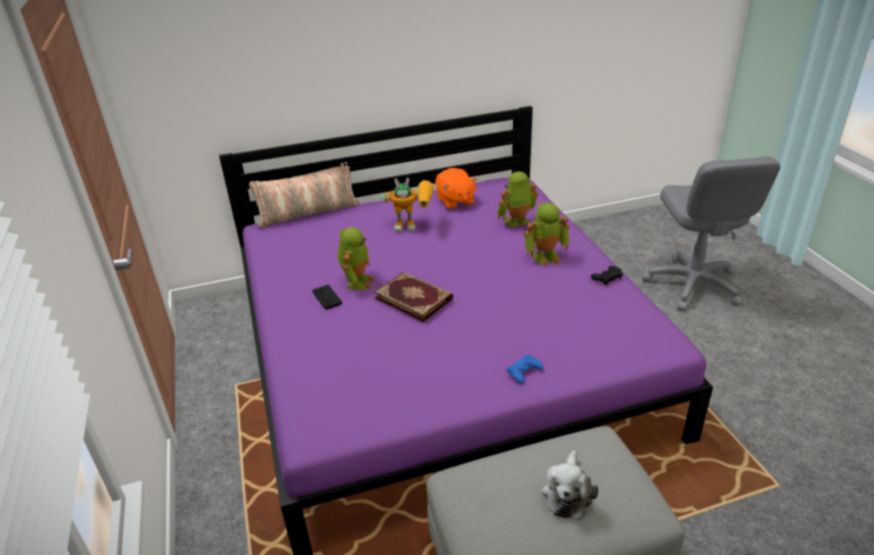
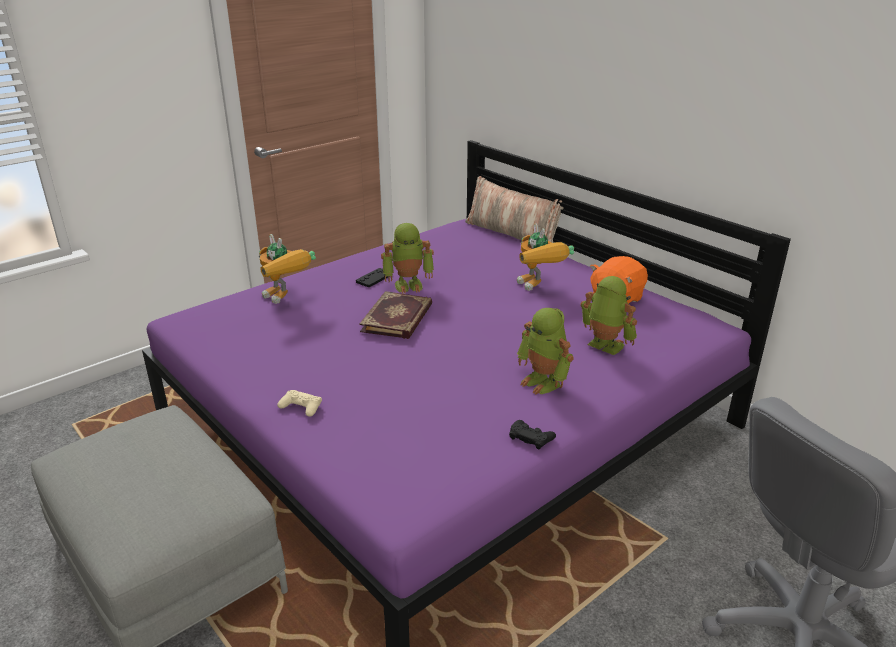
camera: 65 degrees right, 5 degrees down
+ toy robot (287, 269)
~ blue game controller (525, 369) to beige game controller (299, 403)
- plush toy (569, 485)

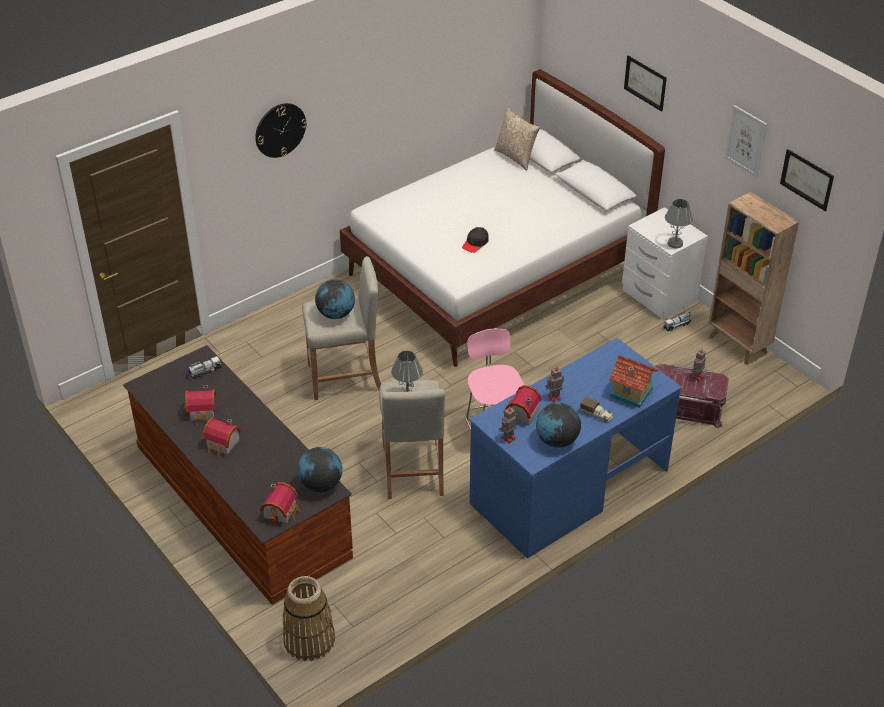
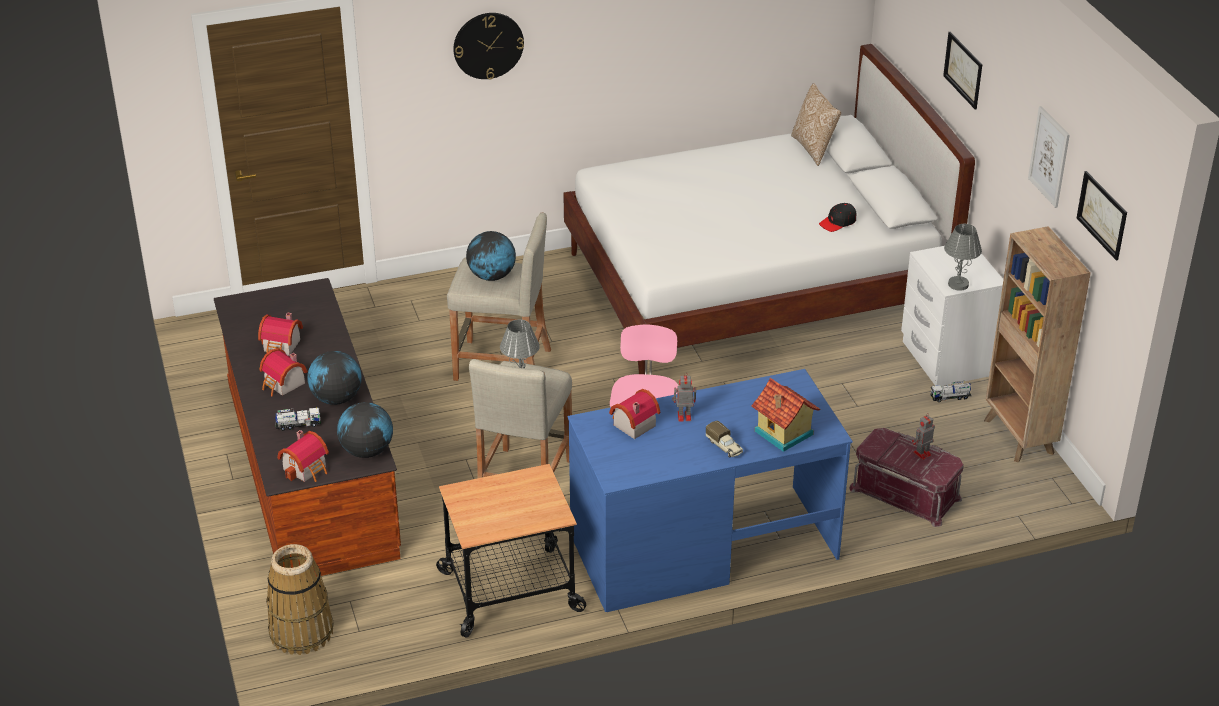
camera: 20 degrees right, 5 degrees down
~ toy truck (205, 368) to (298, 419)
~ globe (558, 425) to (334, 378)
+ cart (511, 551)
~ black cap (475, 240) to (837, 217)
- toy robot (508, 425)

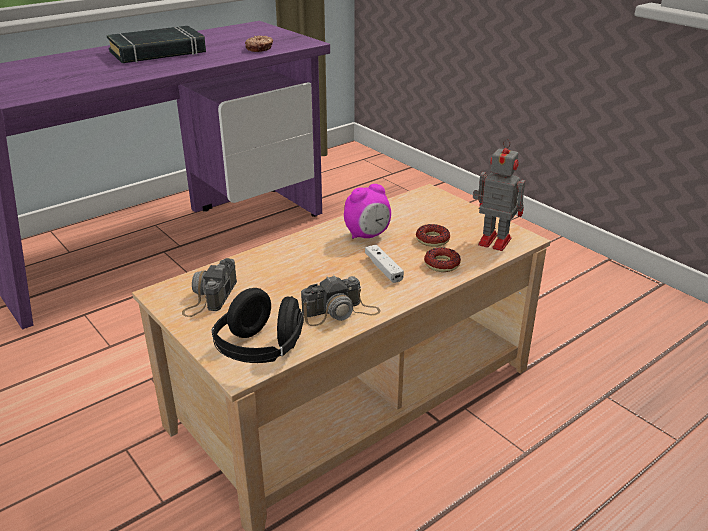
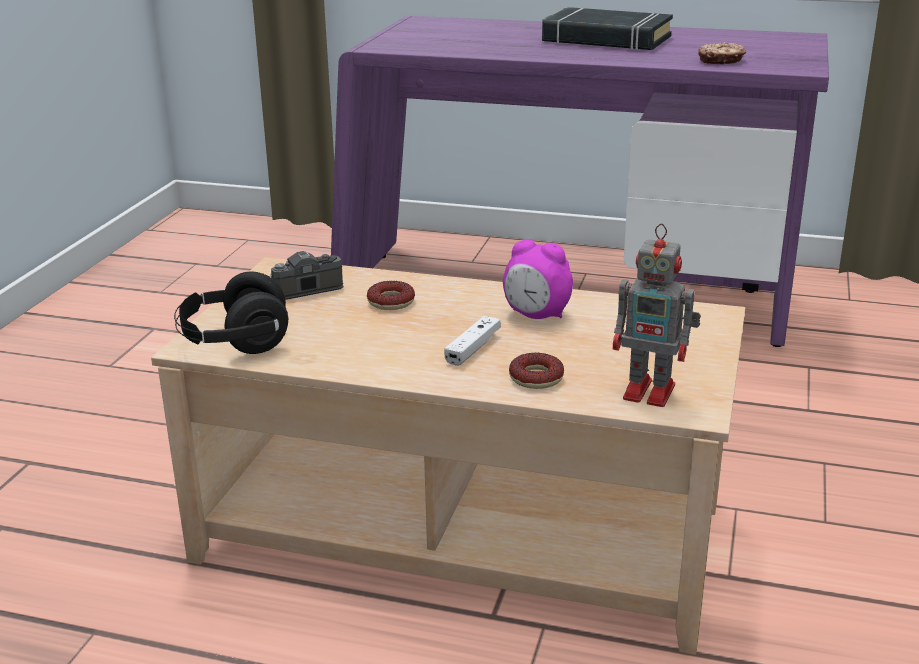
camera: 55 degrees right, 5 degrees down
~ donut (433, 235) to (391, 295)
~ toy robot (499, 195) = (657, 315) 120 degrees clockwise
- photo camera (341, 300)

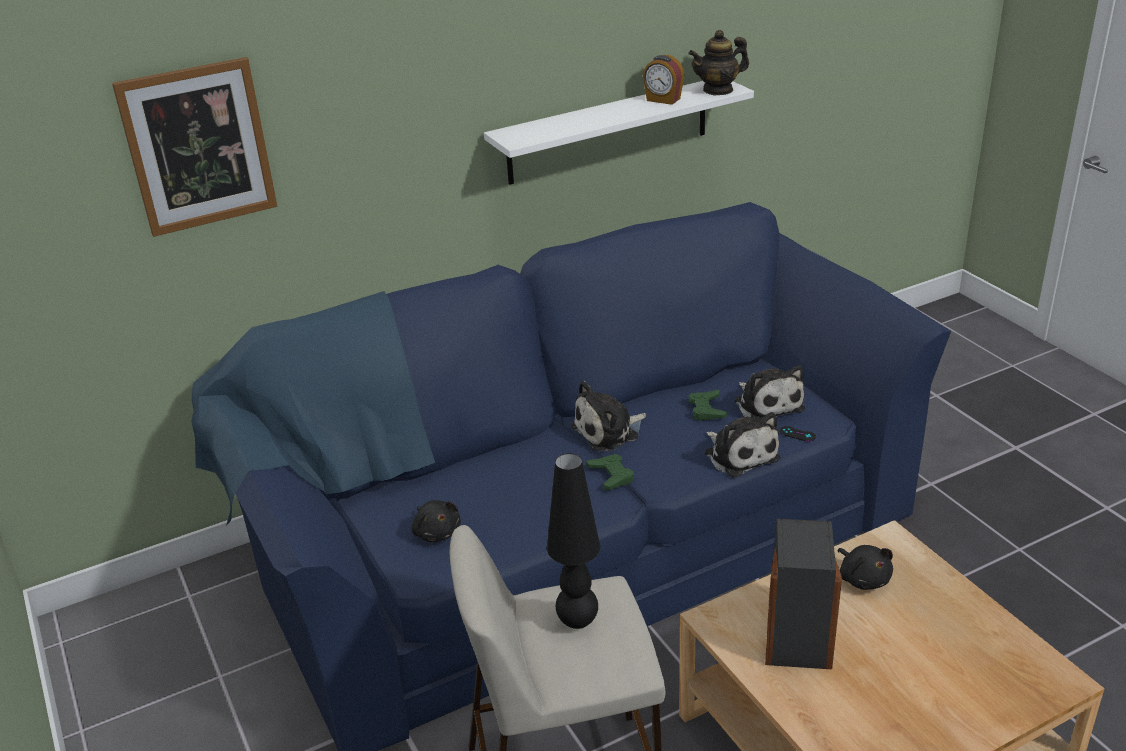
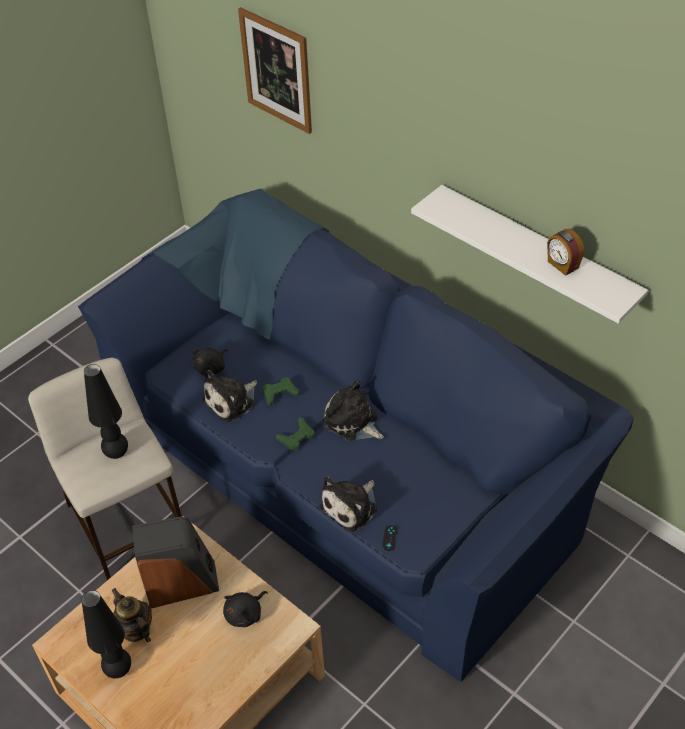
camera: 70 degrees right, 15 degrees up
+ black table lamp (106, 634)
~ teapot (719, 62) to (131, 615)
~ plush toy (770, 392) to (229, 396)
~ green game controller (707, 405) to (281, 391)
~ alarm clock (663, 80) = (565, 252) 45 degrees counterclockwise

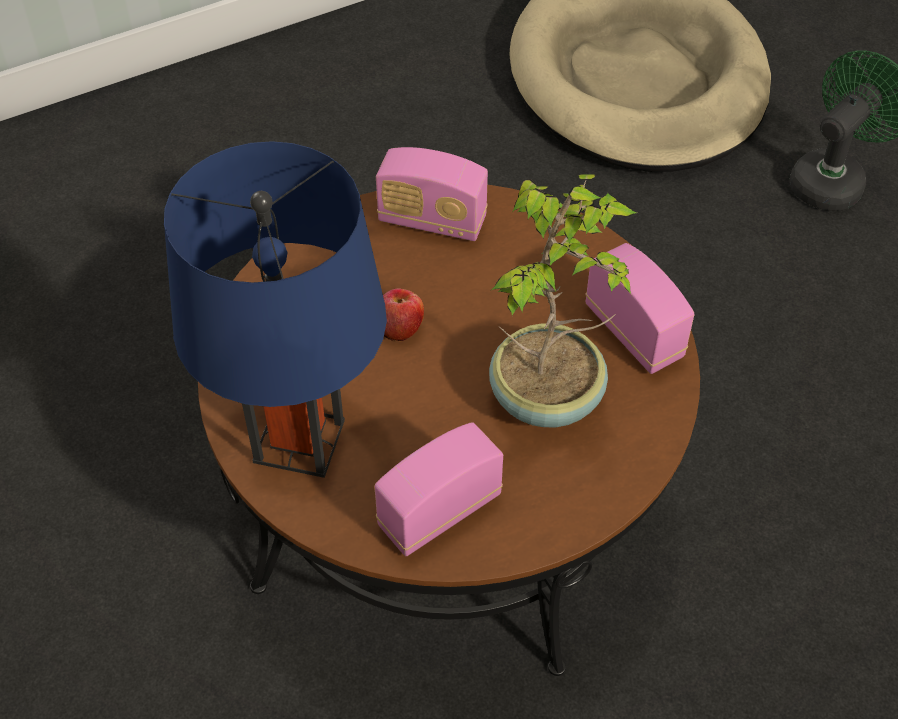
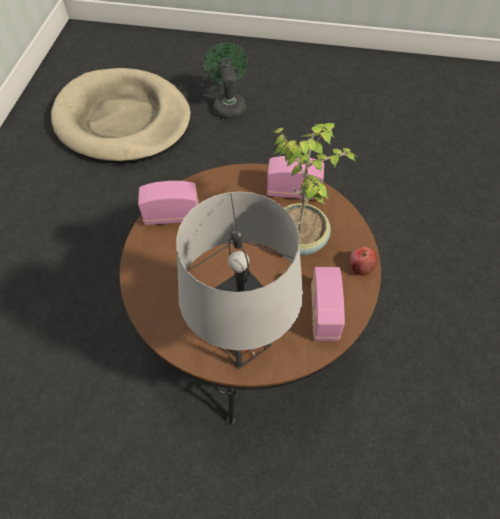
camera: 50 degrees left, 5 degrees up
~ radio (432, 194) = (168, 203) 150 degrees counterclockwise
~ blue table lamp (275, 309) to grey table lamp (239, 280)
~ apple (403, 314) to (363, 261)

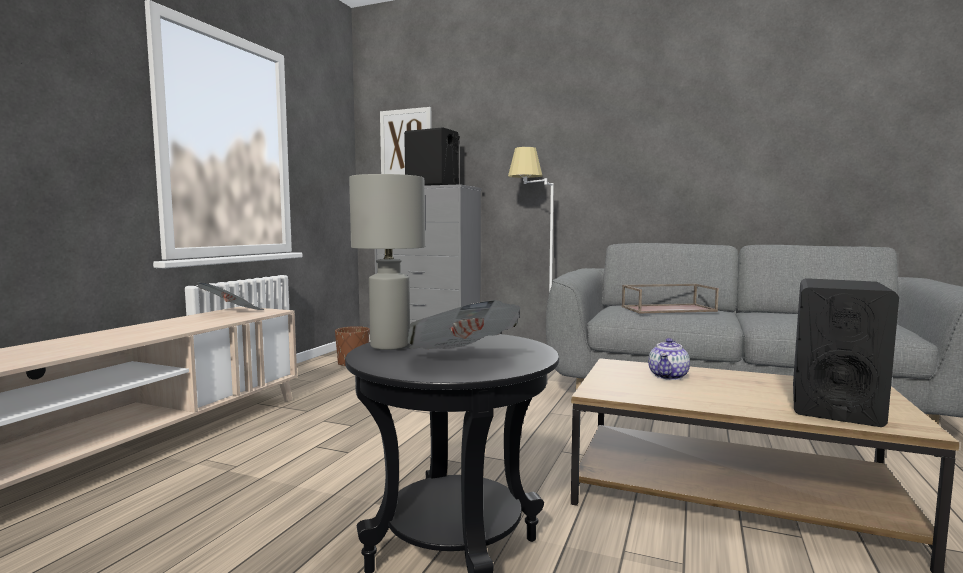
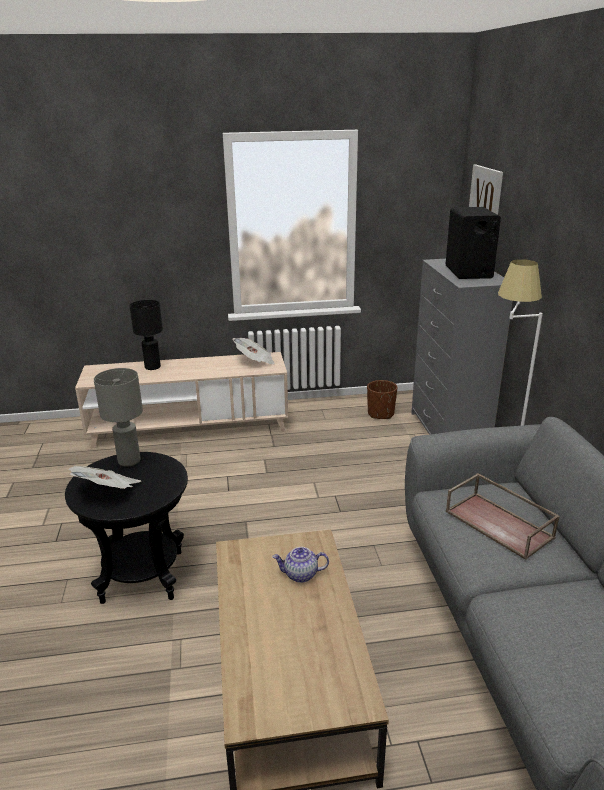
camera: 60 degrees right, 20 degrees up
+ black table lamp (146, 335)
- black speaker (846, 352)

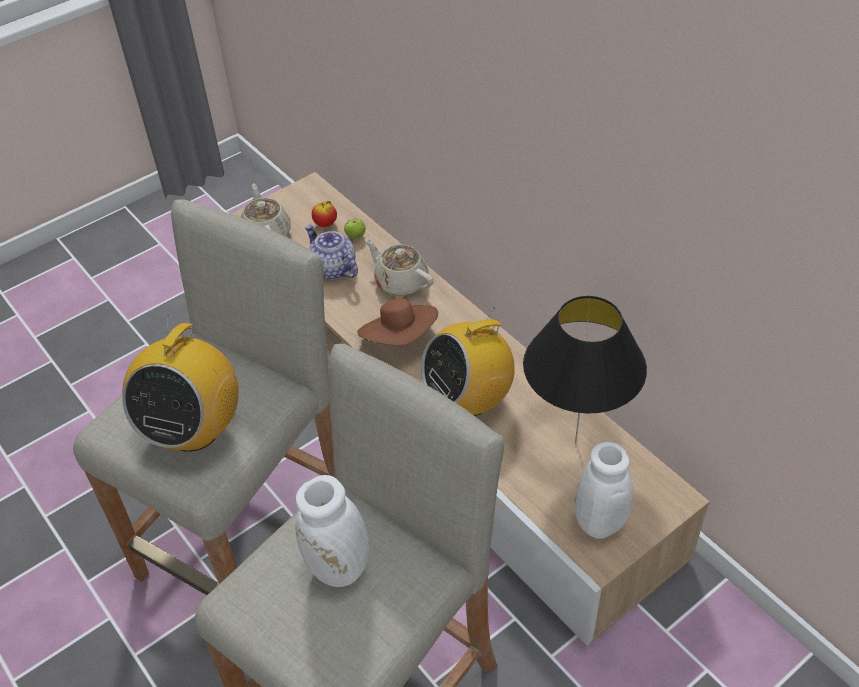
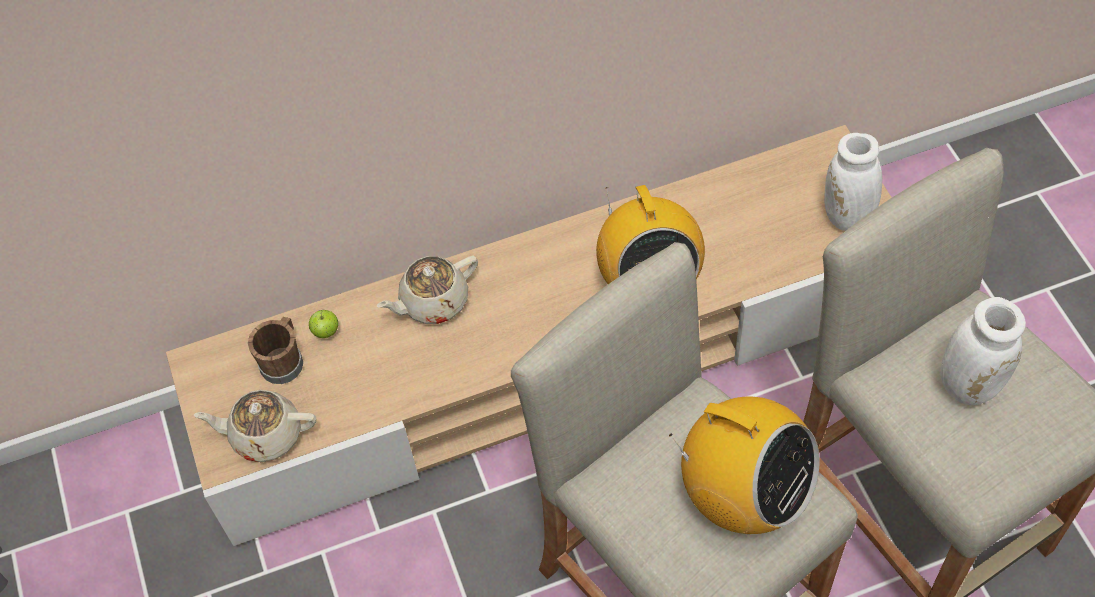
camera: 70 degrees left, 10 degrees up
~ apple (324, 214) to brown mug (275, 350)
- teapot (331, 252)
- brown hat (397, 322)
- black table lamp (585, 369)

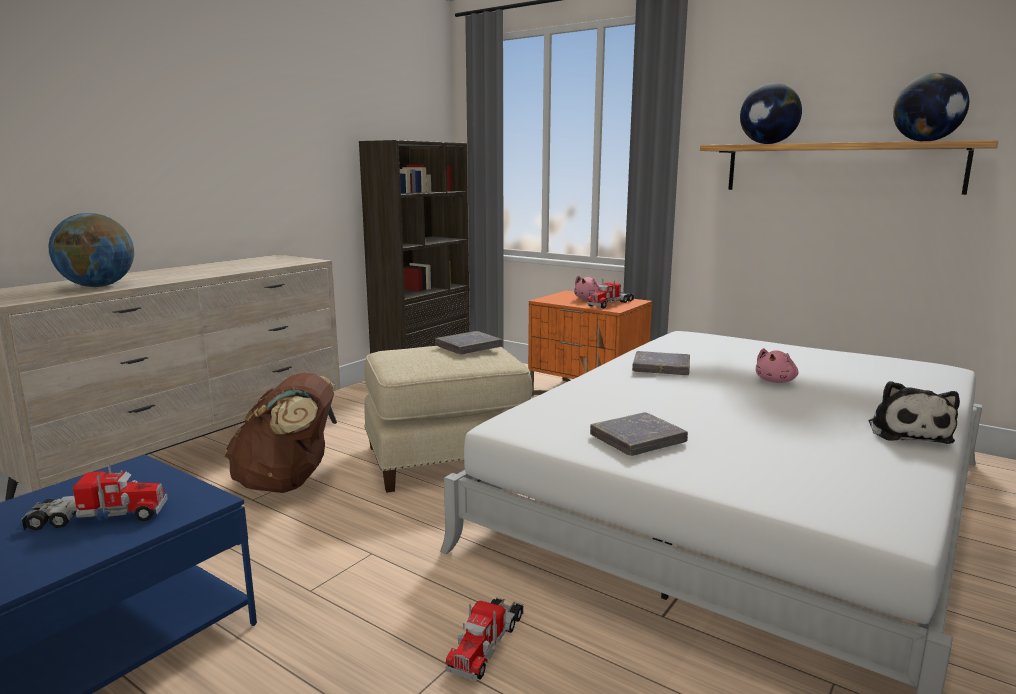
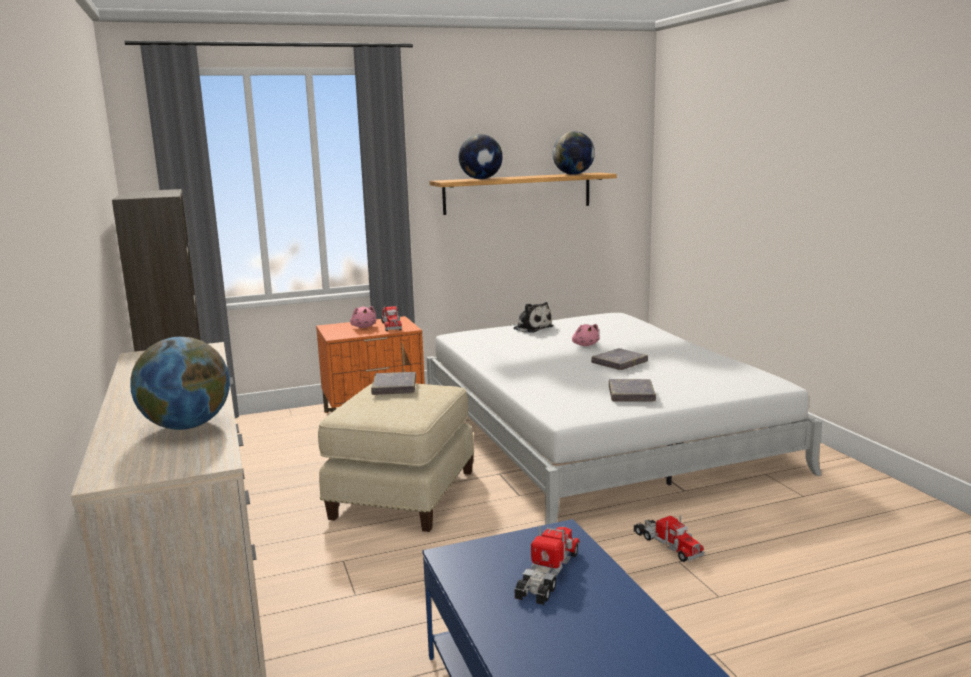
camera: 55 degrees left, 0 degrees up
~ plush toy (914, 412) to (531, 317)
~ grey book (661, 363) to (619, 359)
- brown backpack (279, 433)

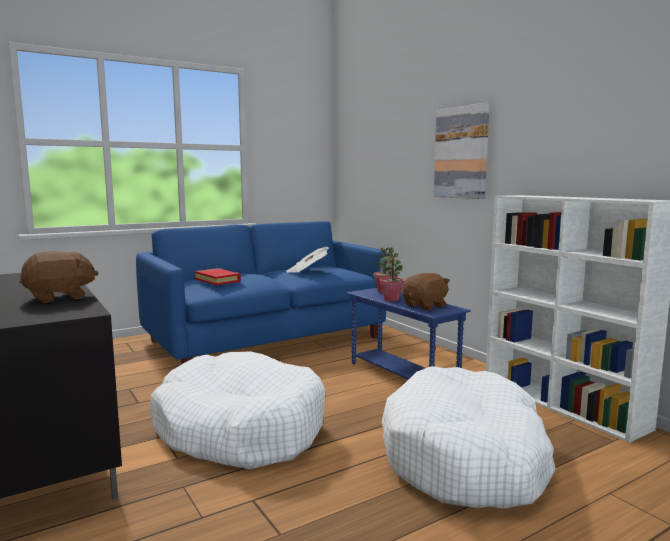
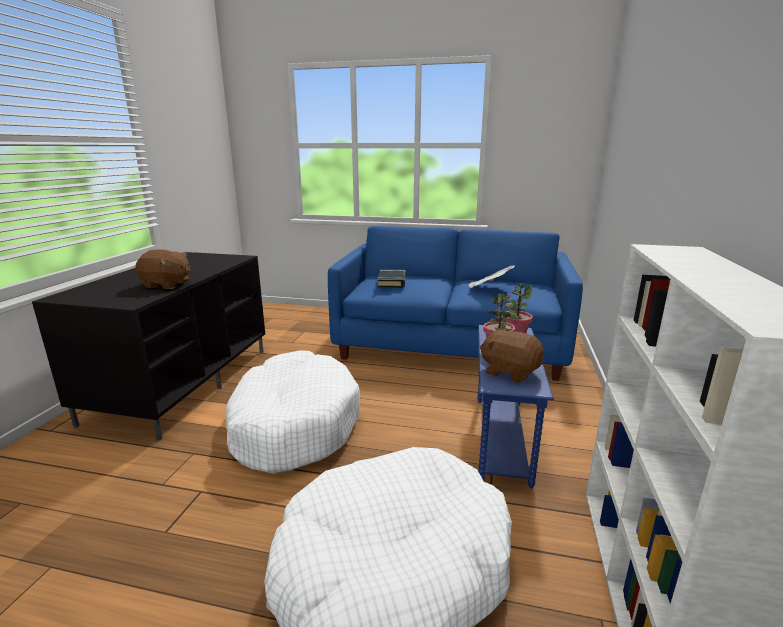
camera: 45 degrees right, 10 degrees up
~ red book (217, 276) to black book (391, 278)
~ brown plush toy (426, 291) = (512, 355) 150 degrees counterclockwise
- picture (462, 151)

